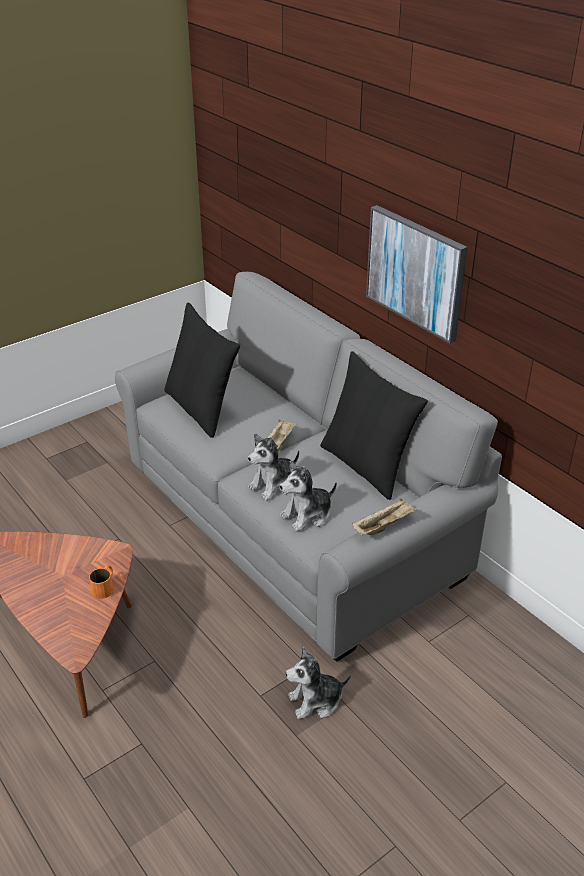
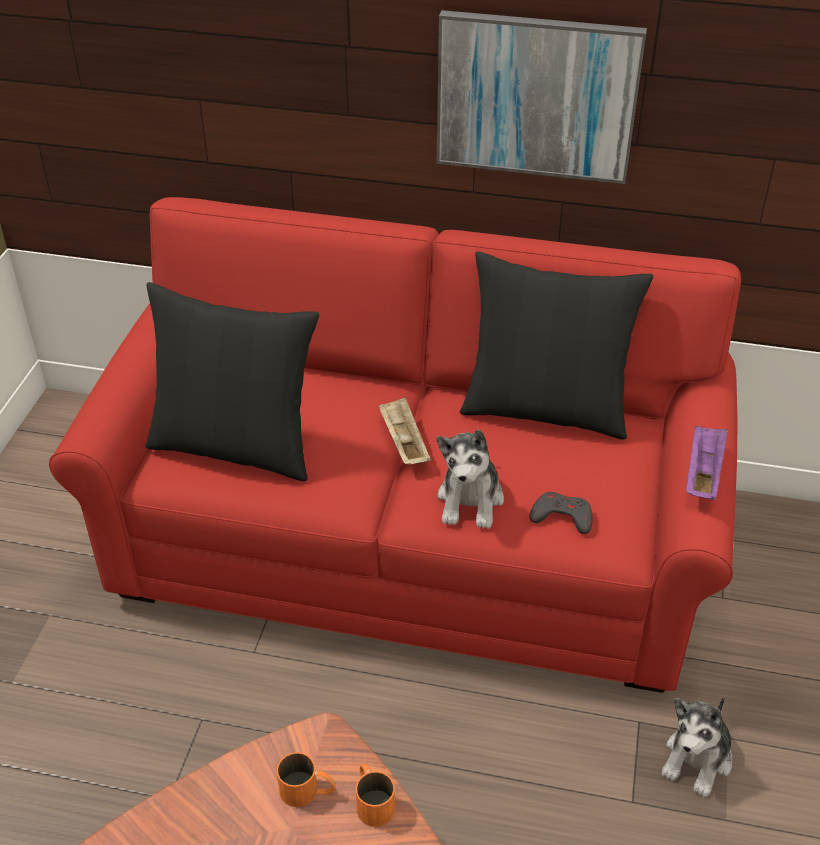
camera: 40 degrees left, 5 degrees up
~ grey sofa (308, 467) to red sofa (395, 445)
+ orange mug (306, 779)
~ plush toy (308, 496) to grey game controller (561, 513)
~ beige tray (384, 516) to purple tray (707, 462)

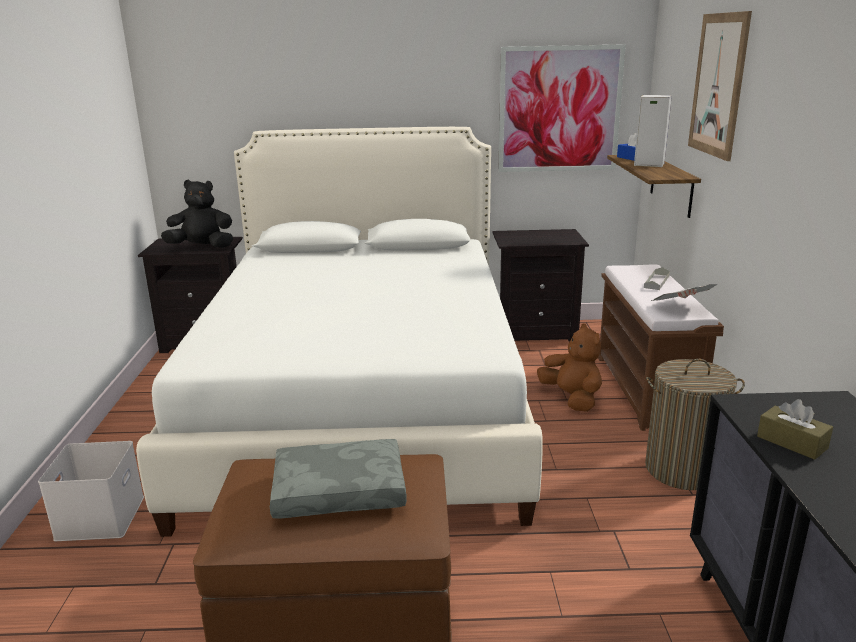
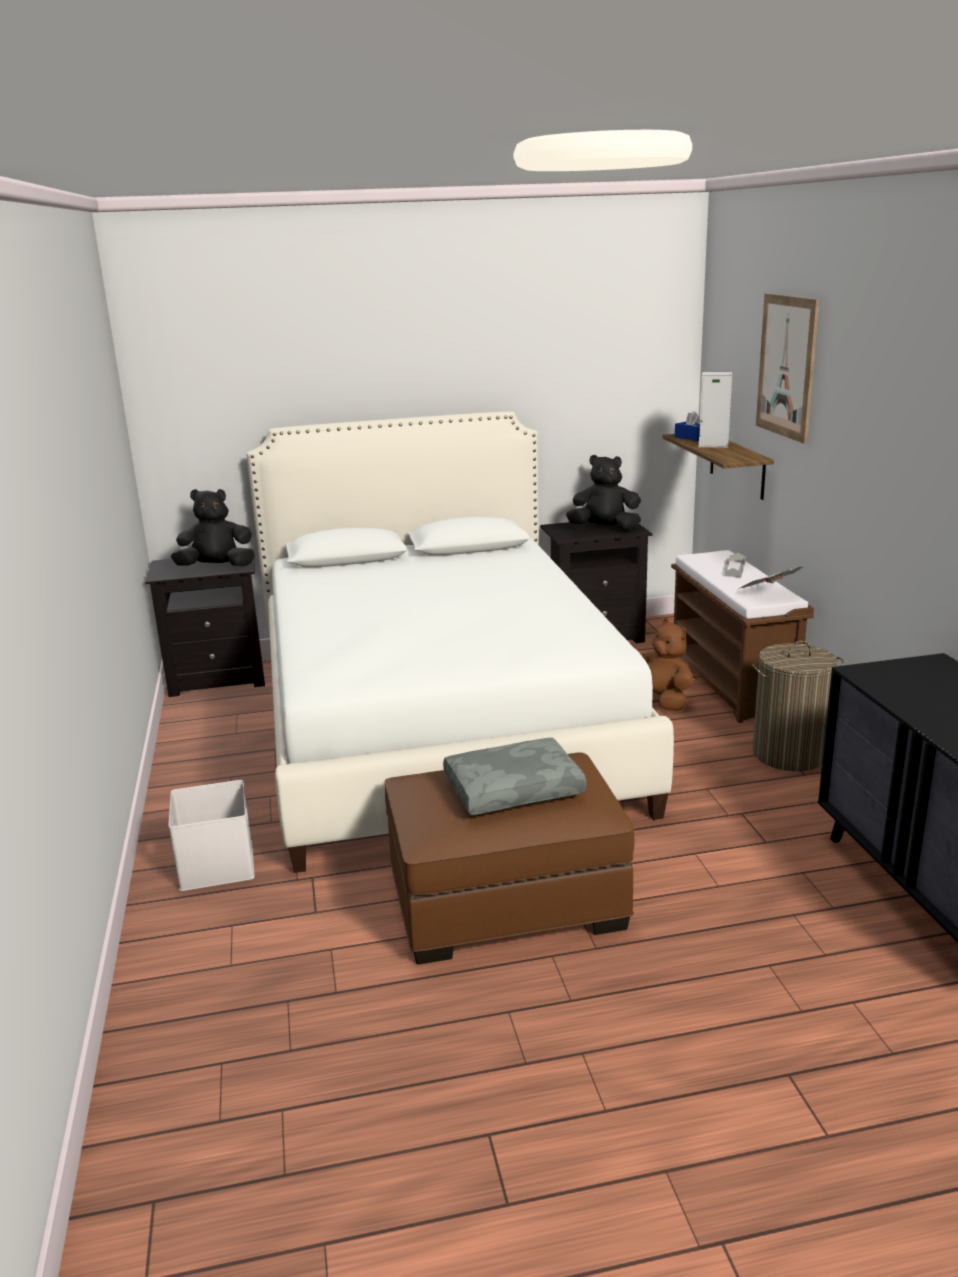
camera: 10 degrees left, 0 degrees up
+ black plush toy (603, 492)
- picture (562, 108)
- brown tissue box (795, 429)

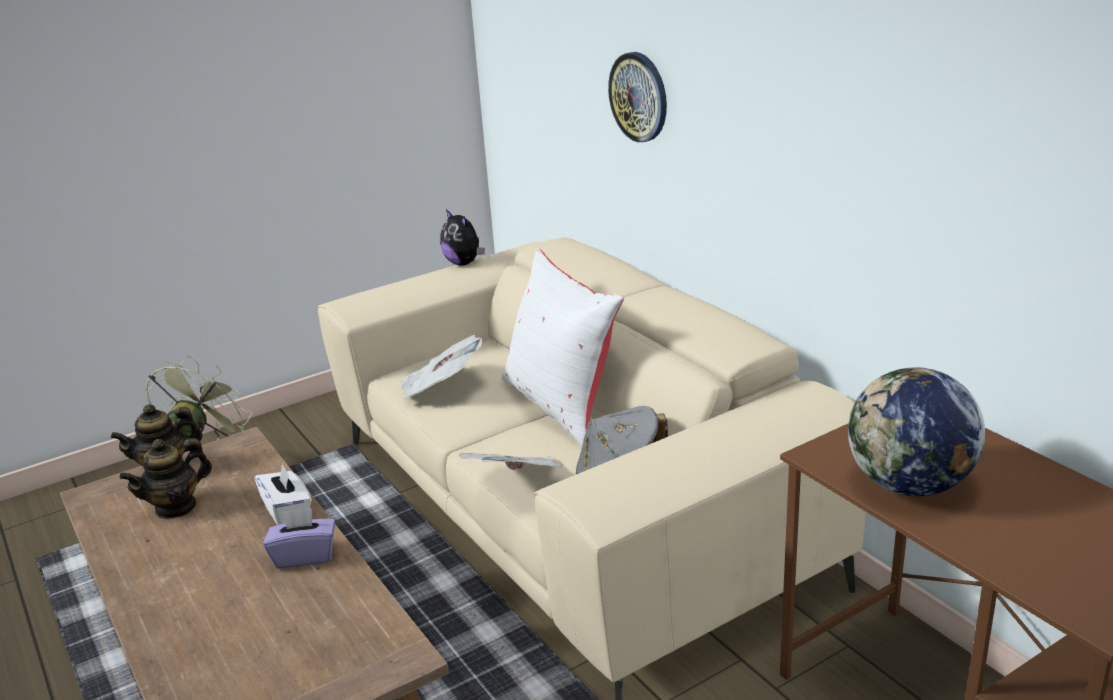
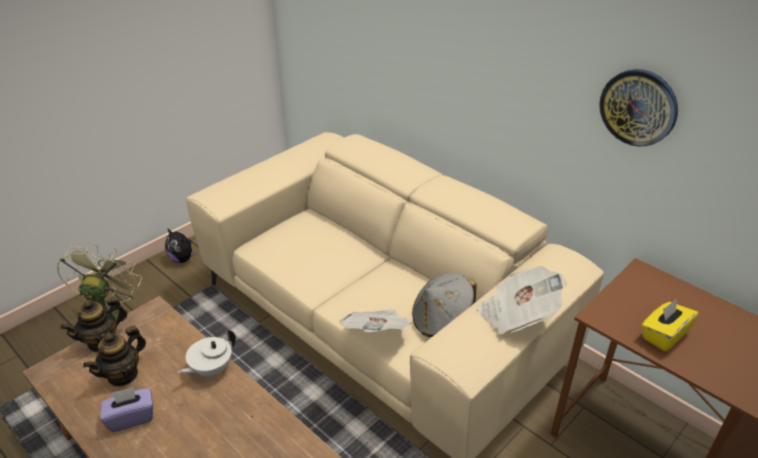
camera: 15 degrees left, 10 degrees up
~ purple tissue box (299, 538) to (126, 409)
~ plush toy (462, 237) to (181, 245)
~ white tissue box (283, 494) to white teapot (206, 352)
~ newspaper (441, 367) to (522, 300)
~ wall clock (637, 97) to (638, 108)
~ globe (916, 432) to yellow tissue box (670, 325)
- white pillow (563, 348)

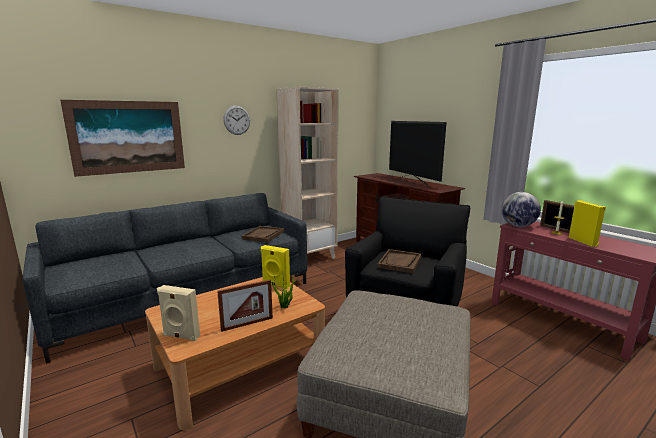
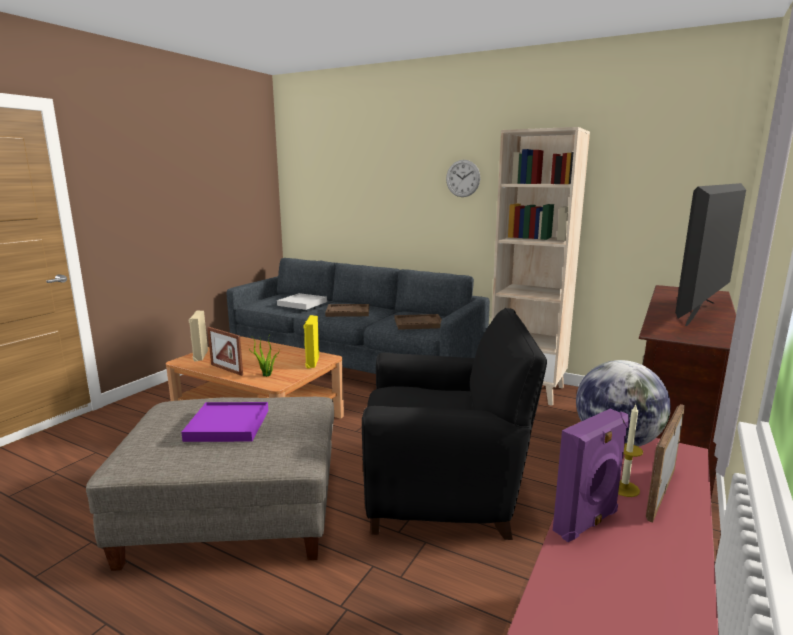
camera: 65 degrees right, 0 degrees up
+ purple tray (224, 422)
+ white tray (302, 301)
~ brown tray (399, 261) to (347, 310)
~ yellow speaker (587, 223) to purple speaker (591, 475)
- picture (122, 138)

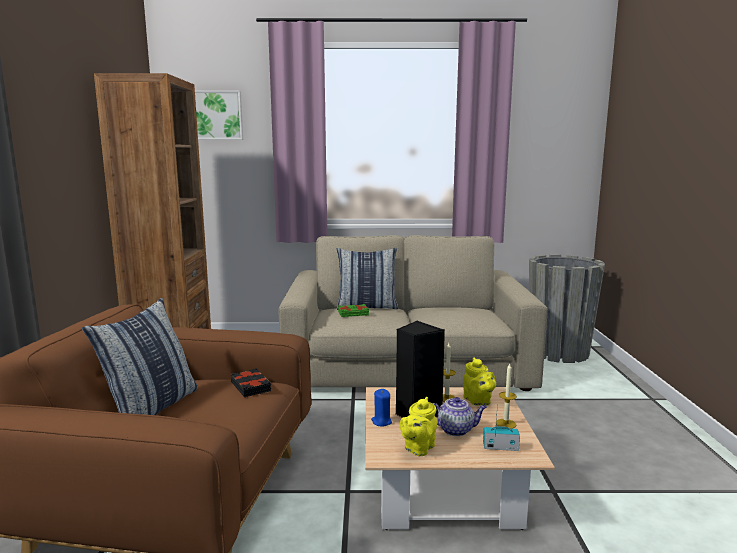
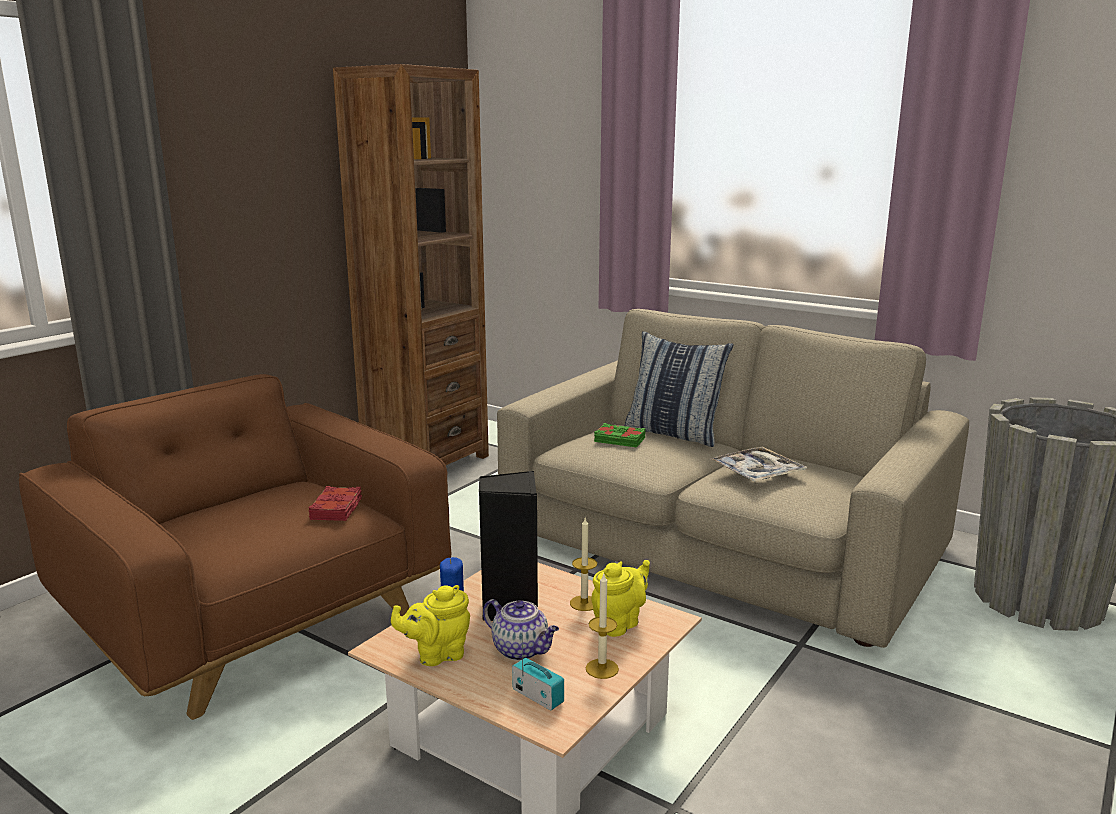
camera: 35 degrees right, 5 degrees up
~ black book (251, 382) to red book (335, 503)
~ yellow teapot (479, 381) = (620, 598) 150 degrees counterclockwise
+ tray (758, 464)
- pillow (140, 356)
- picture (219, 115)

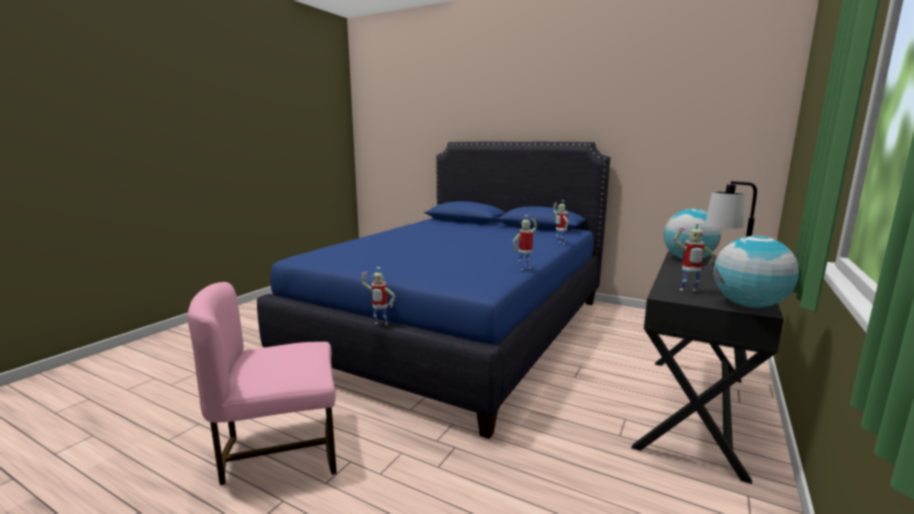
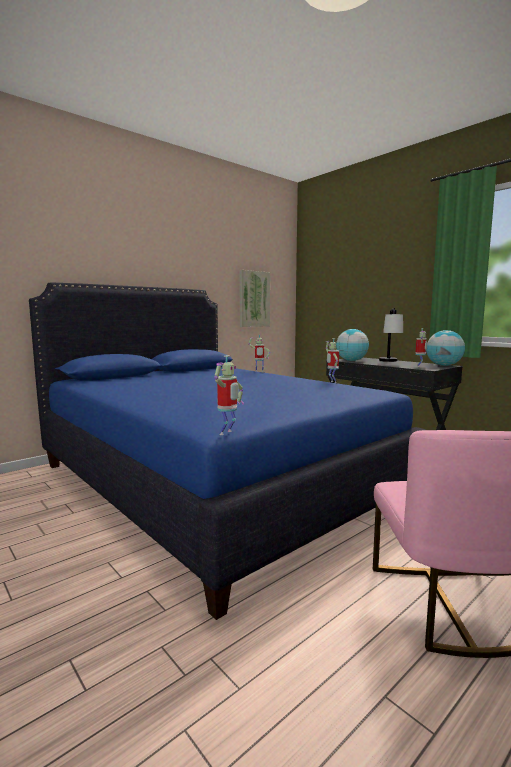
camera: 70 degrees left, 5 degrees down
~ toy robot (378, 296) to (229, 395)
+ picture (254, 298)

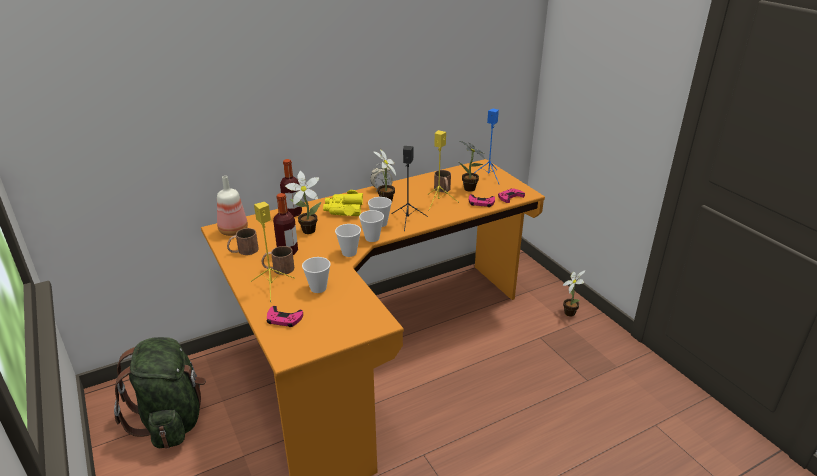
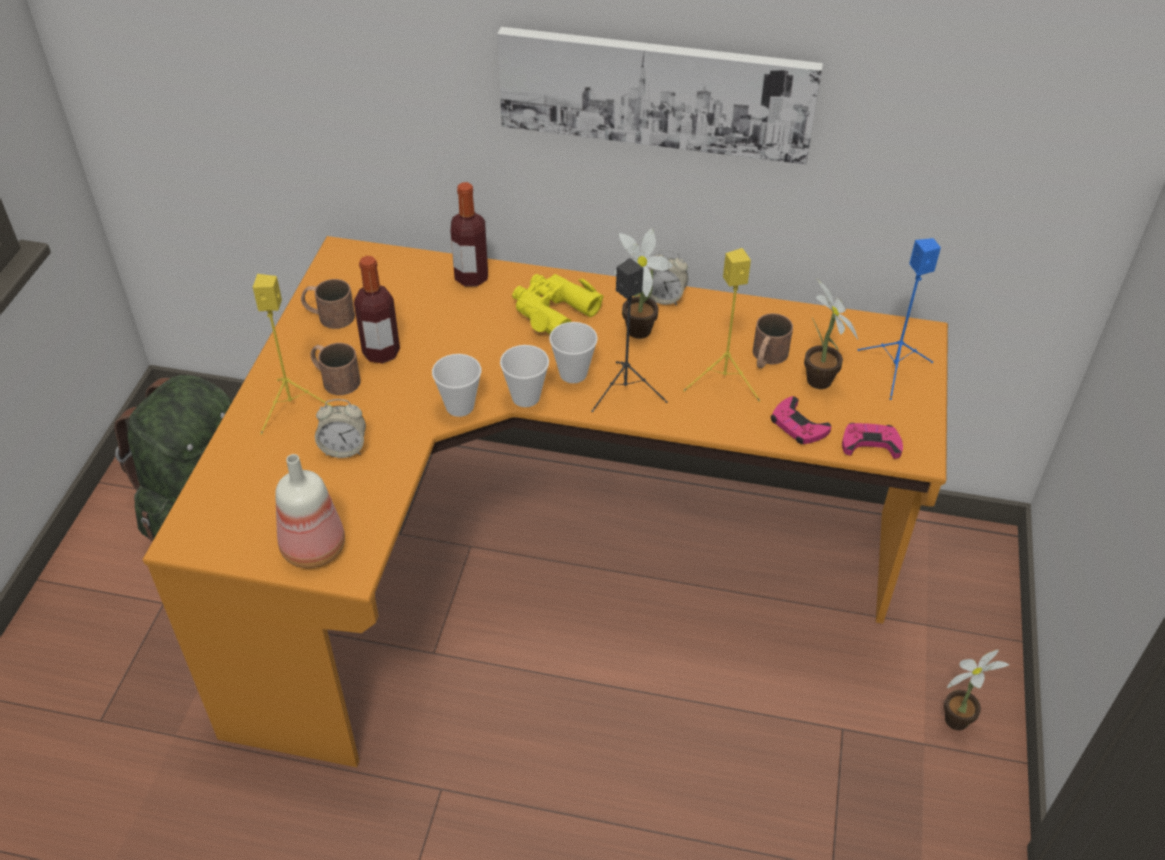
camera: 40 degrees right, 15 degrees up
~ bottle (232, 206) to (310, 511)
~ cup (316, 275) to alarm clock (340, 428)
+ picture (660, 96)
- pink game controller (285, 316)
- potted plant (303, 202)

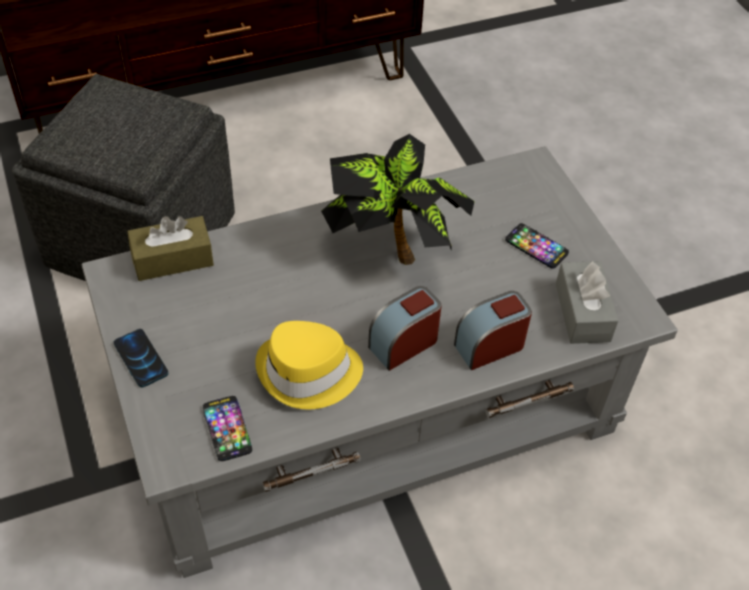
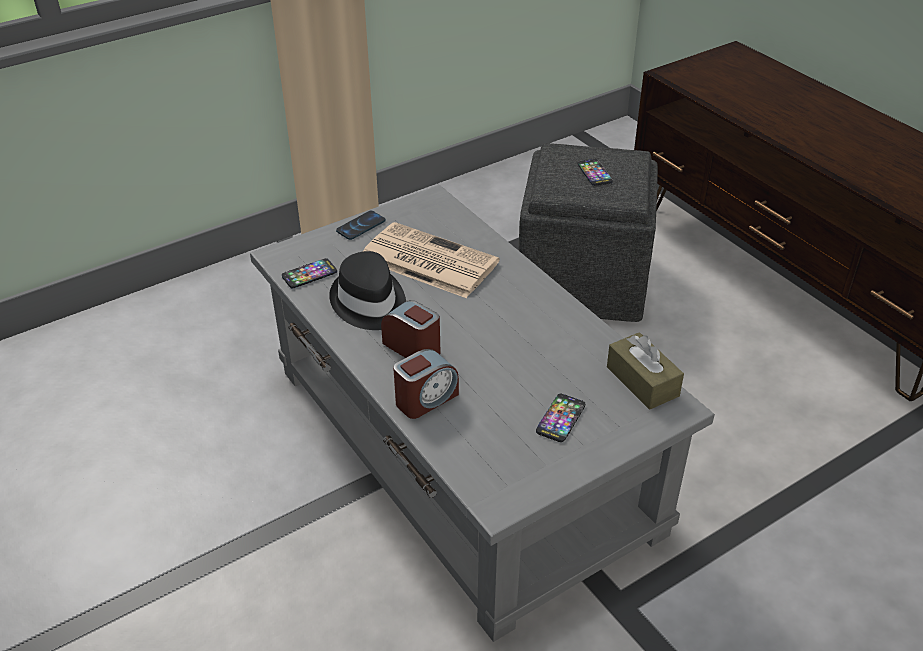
camera: 80 degrees right, 10 degrees down
~ yellow hat (309, 365) to black hat (367, 290)
+ newspaper (431, 260)
~ alarm clock (493, 330) = (426, 384) 90 degrees clockwise
+ phone (595, 172)
~ brown tissue box (170, 248) to (645, 371)
- potted plant (398, 199)
- grey tissue box (587, 302)

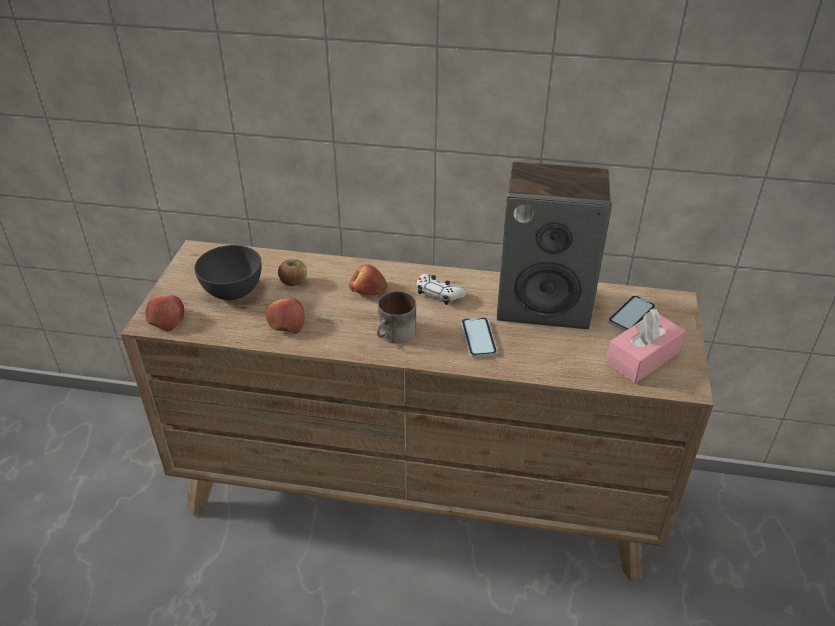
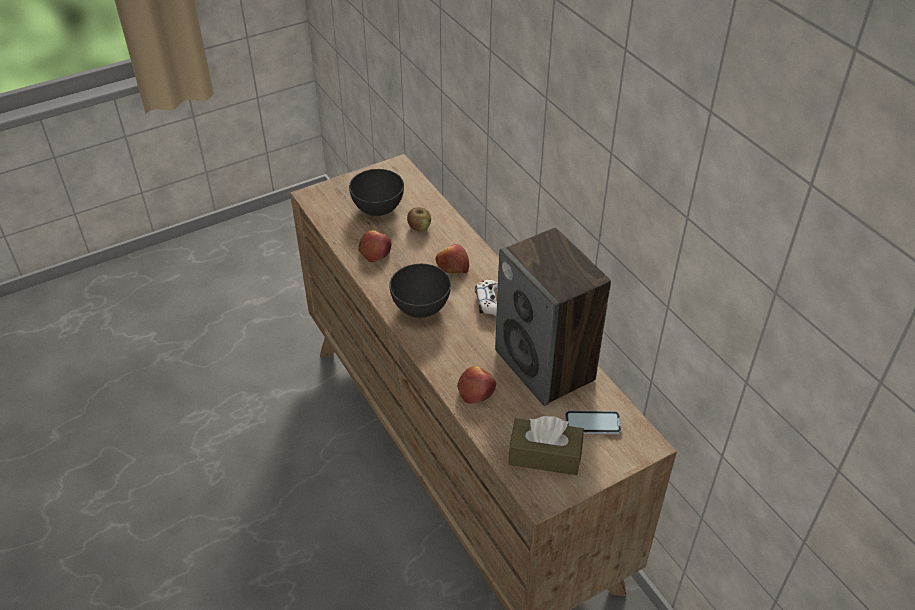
camera: 50 degrees right, 5 degrees up
~ mug (396, 317) to grey bowl (420, 291)
~ apple (164, 313) to (476, 385)
~ pink tissue box (645, 346) to brown tissue box (546, 445)
- phone (479, 337)

